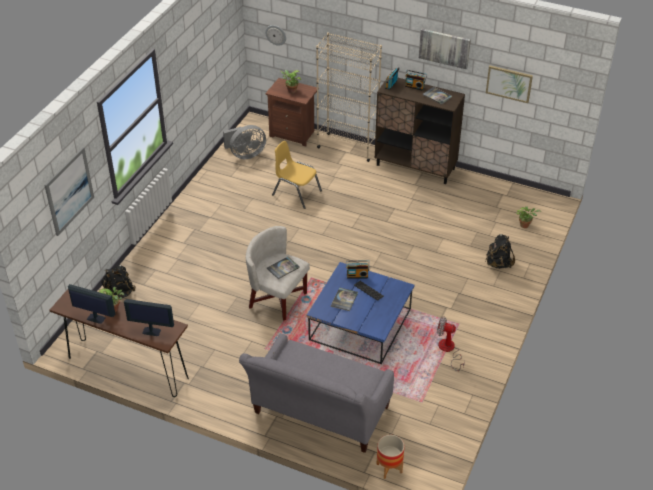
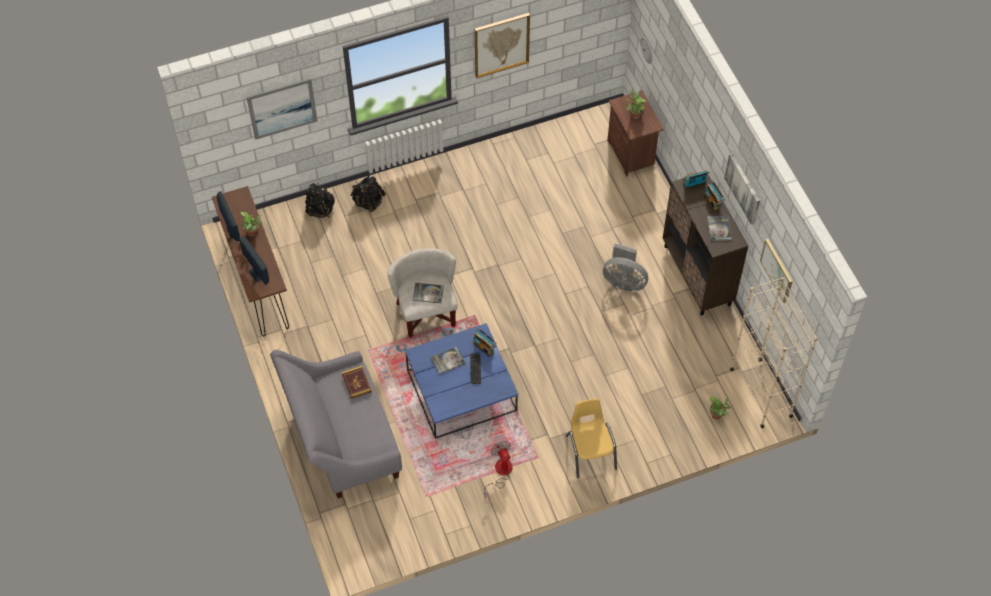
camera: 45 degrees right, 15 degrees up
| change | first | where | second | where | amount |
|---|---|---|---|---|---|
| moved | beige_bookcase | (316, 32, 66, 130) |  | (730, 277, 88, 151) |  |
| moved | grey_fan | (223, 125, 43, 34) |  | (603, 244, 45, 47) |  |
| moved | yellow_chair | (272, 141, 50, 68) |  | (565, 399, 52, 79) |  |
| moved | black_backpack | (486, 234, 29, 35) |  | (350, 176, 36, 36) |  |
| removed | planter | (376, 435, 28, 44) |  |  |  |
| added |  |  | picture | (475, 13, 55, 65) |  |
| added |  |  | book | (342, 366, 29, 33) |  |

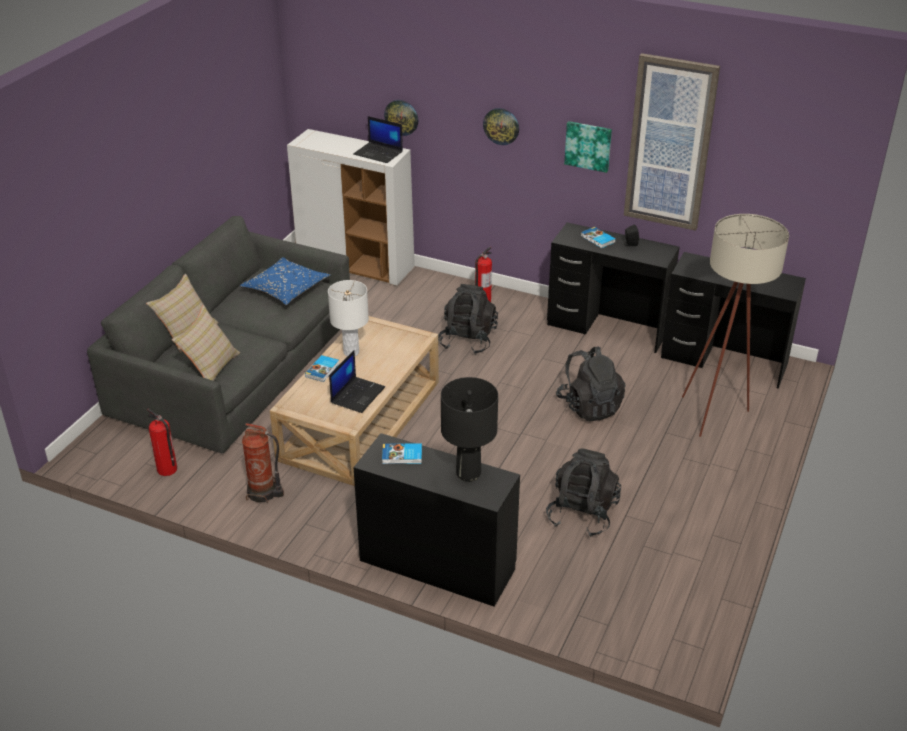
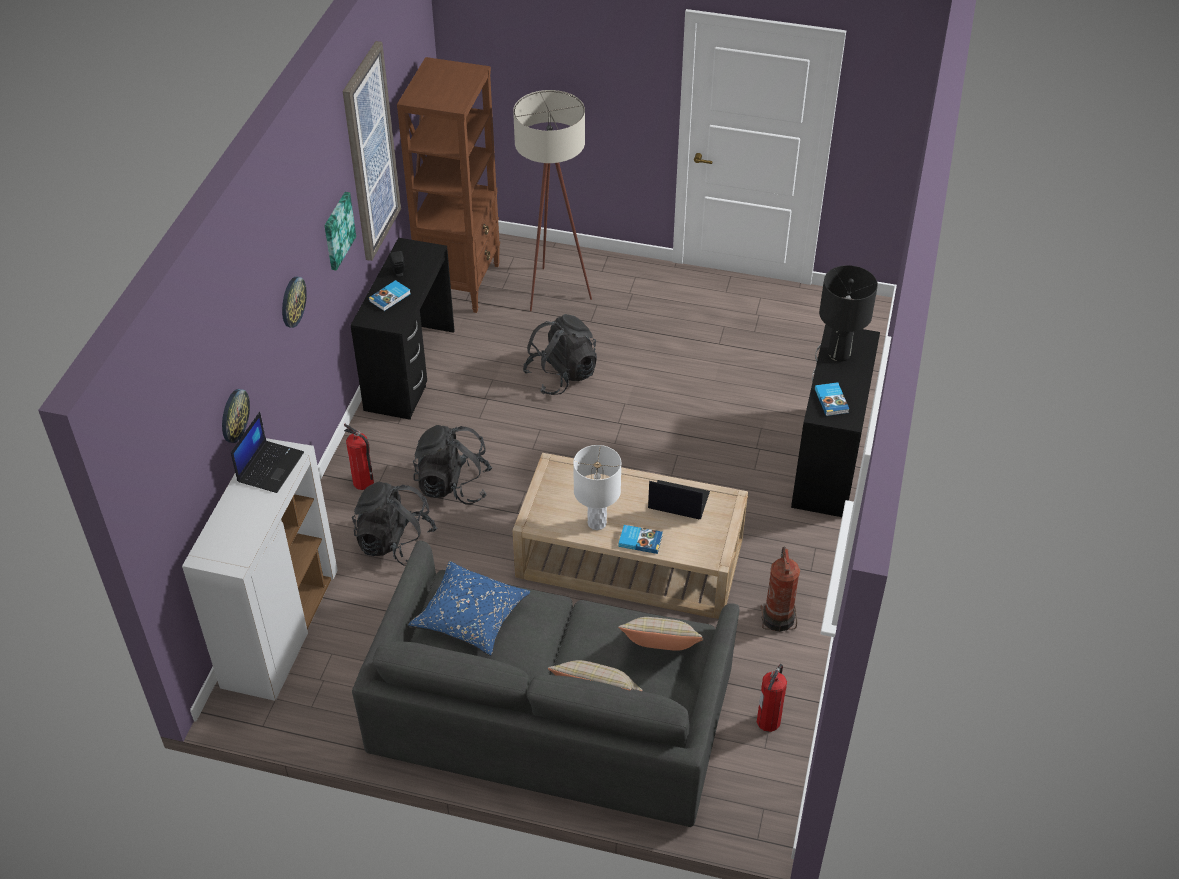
camera: 100 degrees left, 10 degrees up
| change | first | where | second | where | amount |
|---|---|---|---|---|---|
| replaced | black_desk | (661, 252, 145, 137) | brown_bookcase | (397, 57, 103, 256) |  |
| moved | black_backpack | (546, 448, 75, 89) |  | (352, 482, 86, 84) |  |

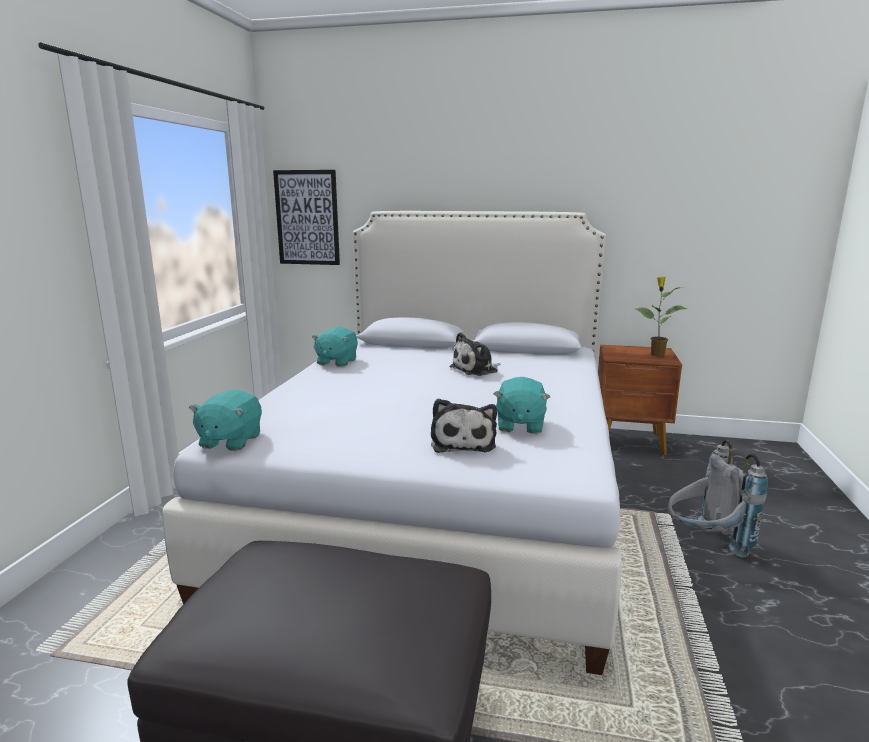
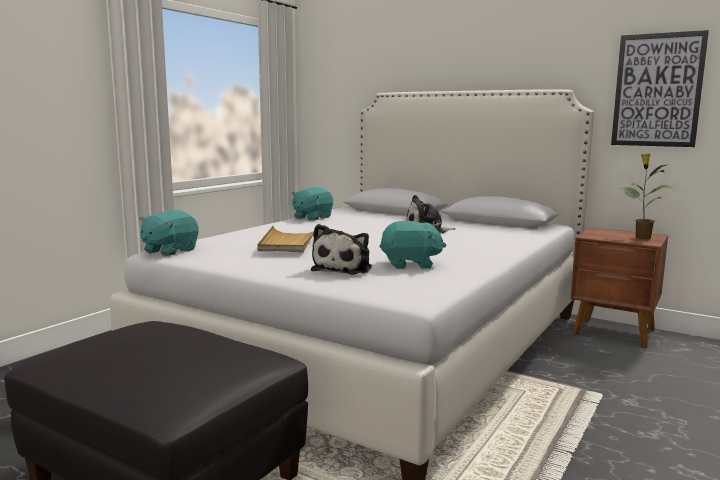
camera: 20 degrees right, 5 degrees down
| change | first | where | second | where | amount |
|---|---|---|---|---|---|
| moved | picture | (273, 170, 67, 95) |  | (611, 30, 98, 117) |  |
| turned | turquoise_plush_toy | (494, 377, 56, 57) |  | (379, 221, 67, 48) | 120 degrees counterclockwise |
| removed | grey_backpack | (668, 439, 100, 118) |  |  |  |
| added |  |  | beige_tray | (258, 226, 56, 26) |  |

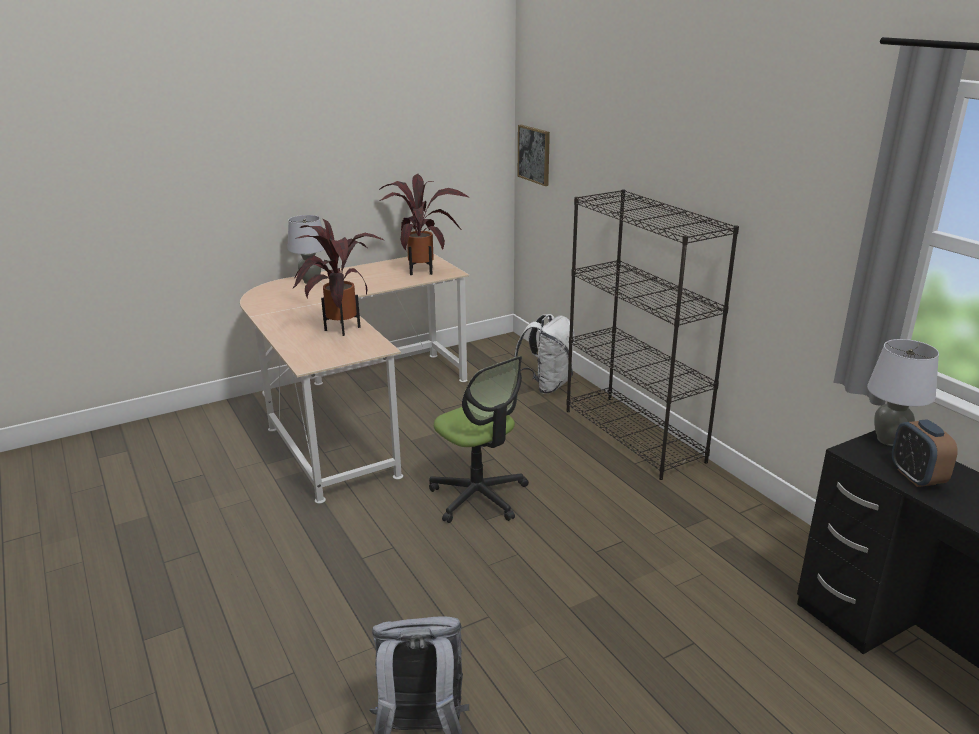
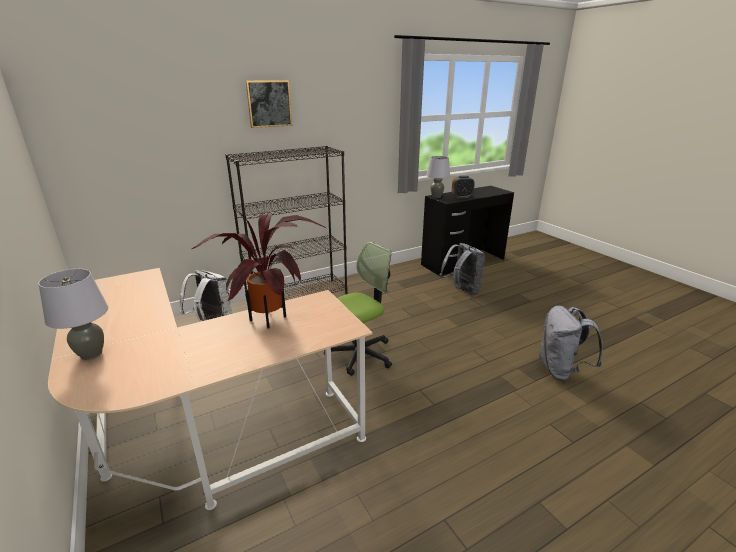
camera: 90 degrees left, 0 degrees up
| change | first | where | second | where | amount |
|---|---|---|---|---|---|
| moved | picture | (518, 124, 32, 62) |  | (246, 80, 46, 48) |  |
| removed | potted_plant | (379, 174, 90, 101) |  |  |  |
| added |  |  | grey_backpack | (440, 243, 45, 52) |  |

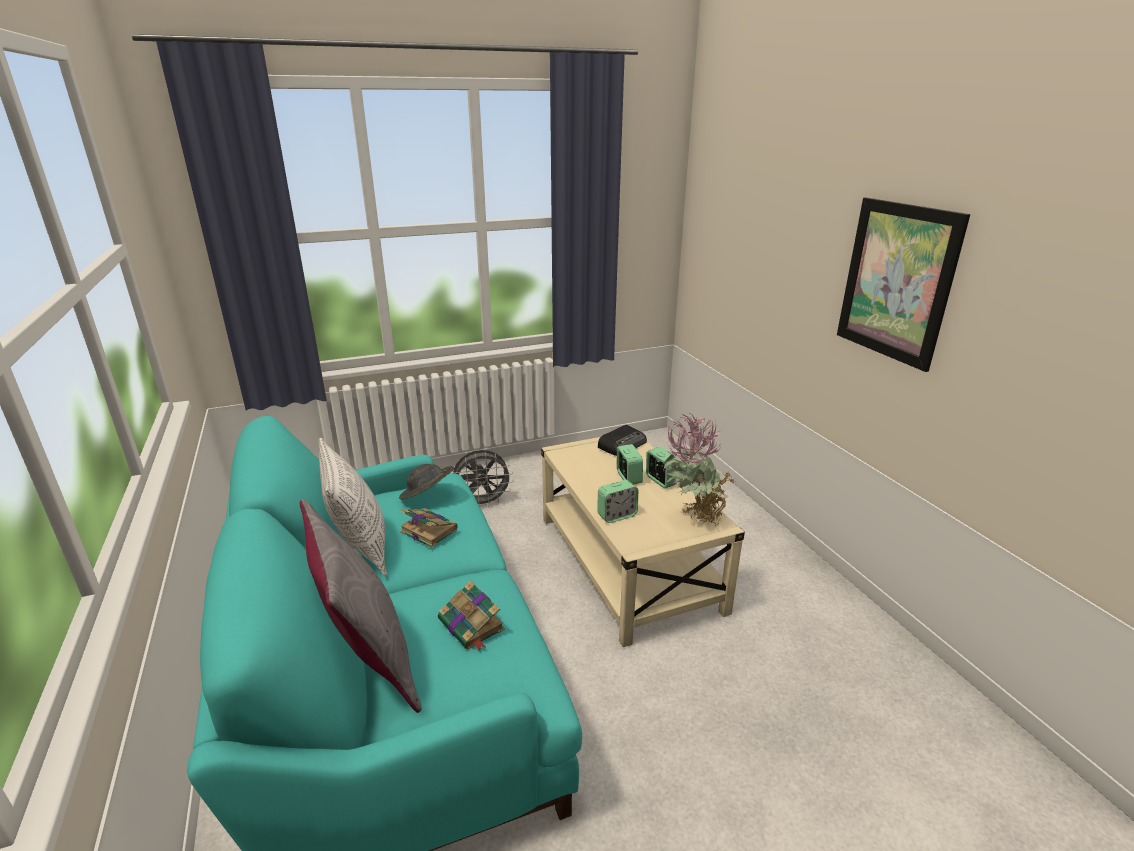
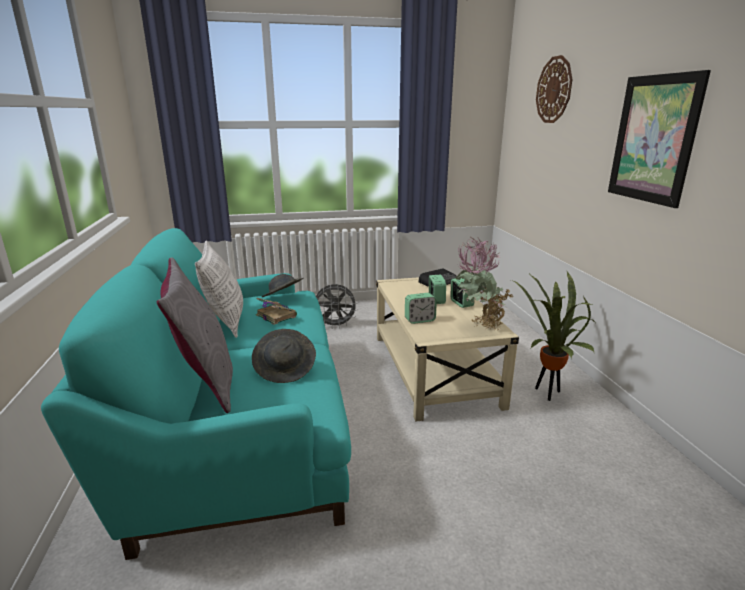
camera: 10 degrees right, 5 degrees down
| change | first | where | second | where | amount |
|---|---|---|---|---|---|
| replaced | book | (438, 580, 67, 71) | grey_hat | (252, 329, 64, 54) |  |
| added |  |  | wall_clock | (536, 55, 37, 68) |  |
| added |  |  | potted_plant | (511, 272, 84, 129) |  |

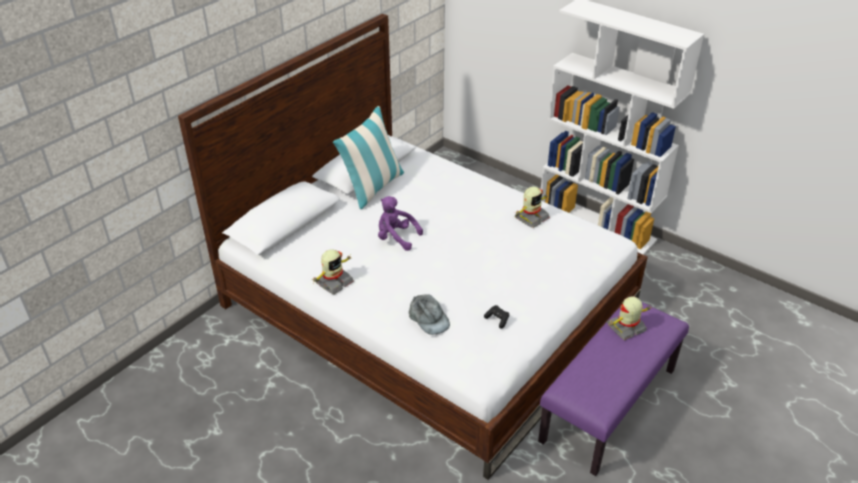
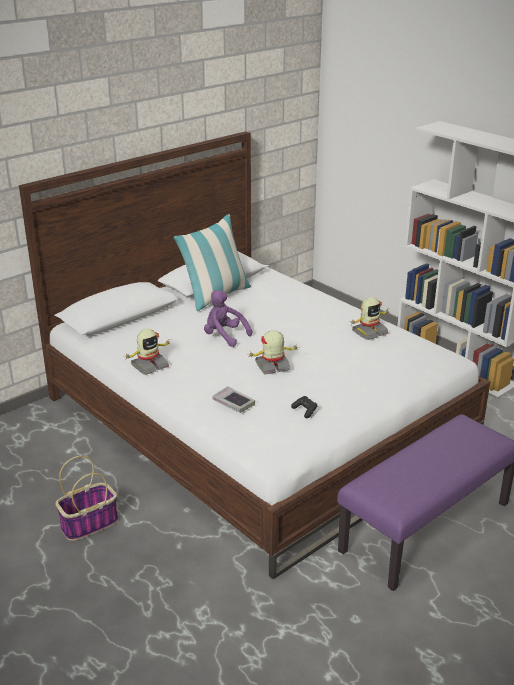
camera: 10 degrees right, 10 degrees down
| change | first | where | second | where | amount |
|---|---|---|---|---|---|
| replaced | grey_cap | (409, 294, 41, 41) | book | (212, 386, 43, 27) |  |
| moved | toy_robot | (607, 297, 45, 44) |  | (248, 330, 52, 45) |  |
| added |  |  | basket | (56, 456, 62, 85) |  |

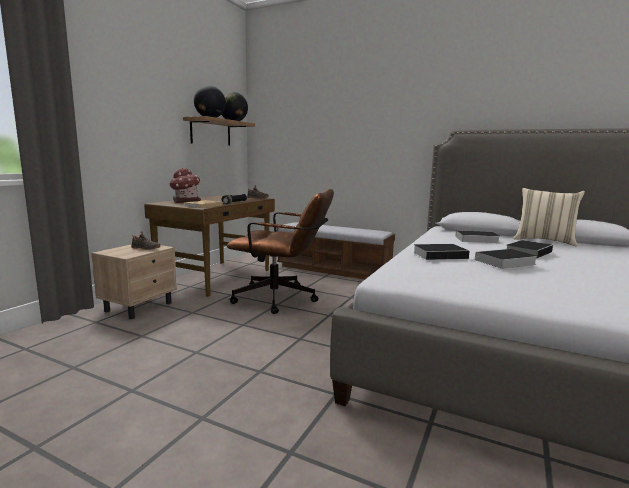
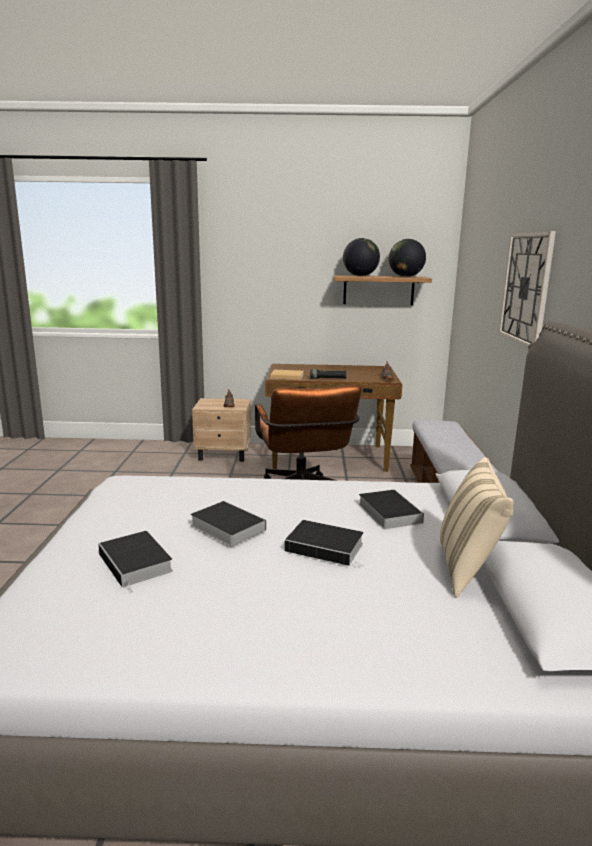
camera: 65 degrees right, 5 degrees up
| change | first | where | second | where | amount |
|---|---|---|---|---|---|
| removed | toy_house | (169, 168, 32, 35) |  |  |  |
| moved | book | (413, 244, 57, 16) |  | (98, 531, 75, 62) |  |
| added |  |  | wall_clock | (499, 231, 57, 116) |  |

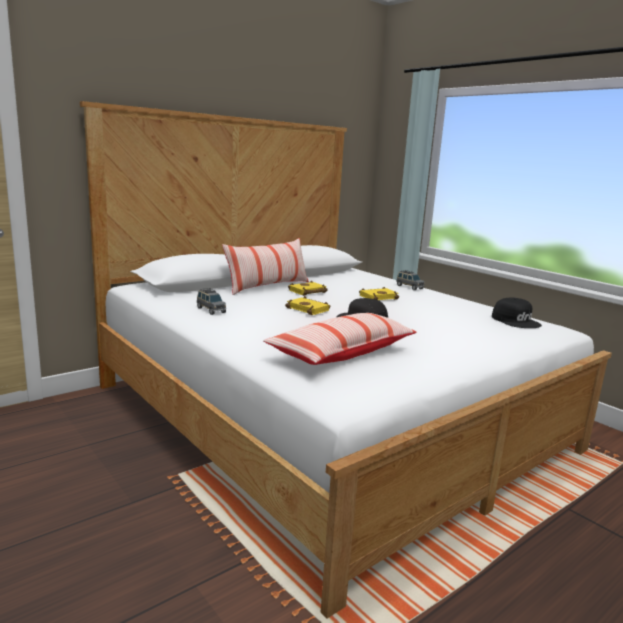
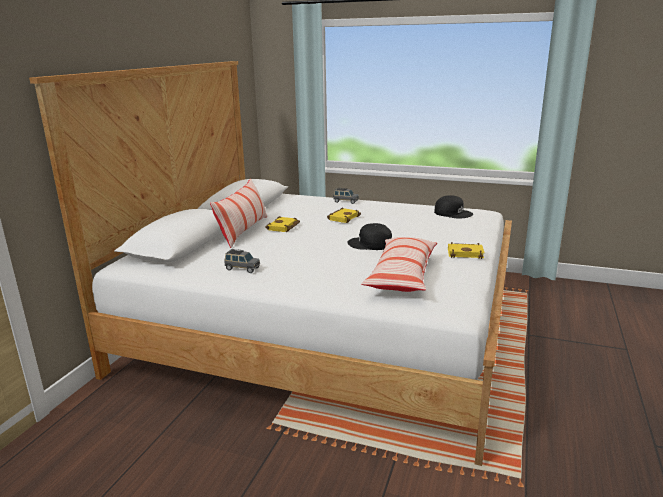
camera: 30 degrees left, 5 degrees up
| change | first | where | second | where | amount |
|---|---|---|---|---|---|
| moved | yellow_book | (285, 296, 46, 19) |  | (448, 242, 37, 17) |  |

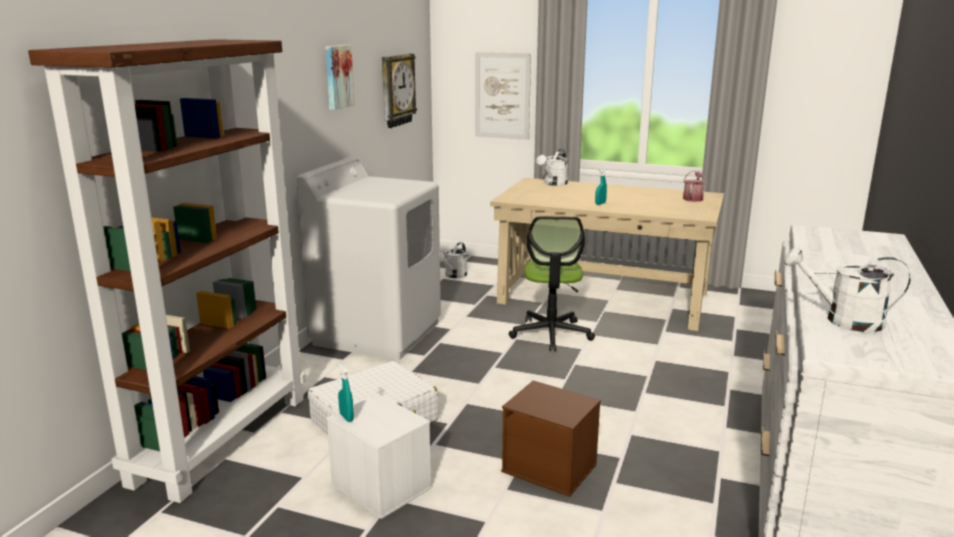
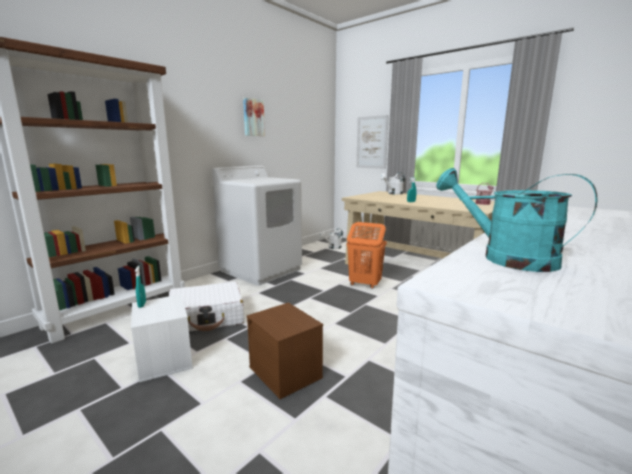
camera: 20 degrees right, 5 degrees down
| change | first | where | second | where | amount |
|---|---|---|---|---|---|
| removed | wall_clock | (382, 54, 35, 74) |  |  |  |
| replaced | office_chair | (509, 216, 86, 135) | orange_laundry_basket | (347, 222, 40, 67) |  |
| recoloured | white_watering_can | (784, 247, 127, 85) | turquoise_watering_can | (436, 168, 162, 104) |  |

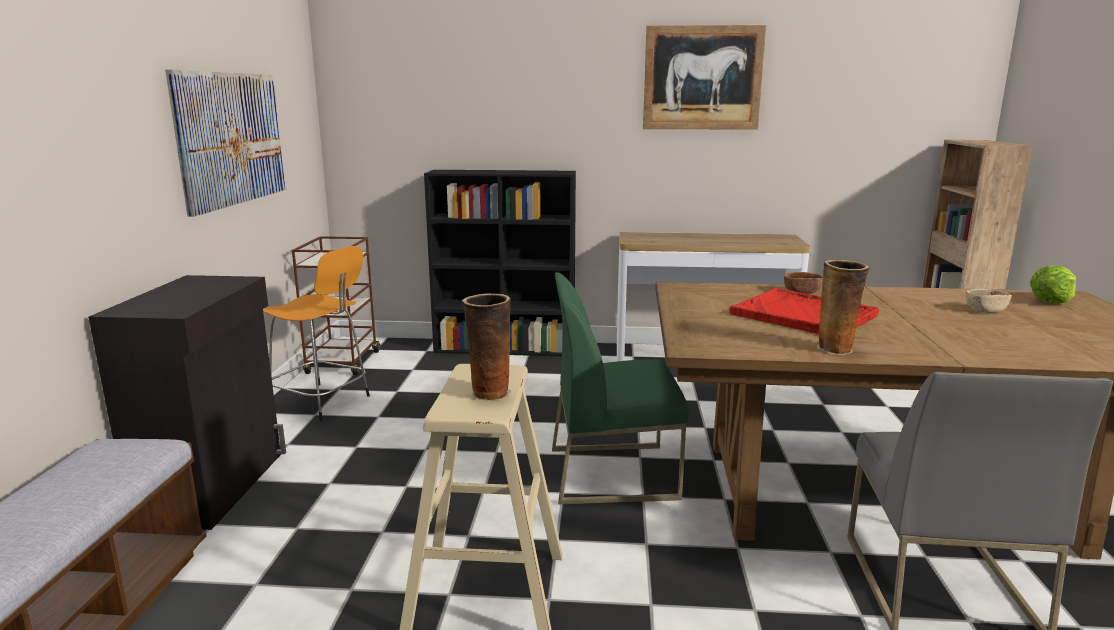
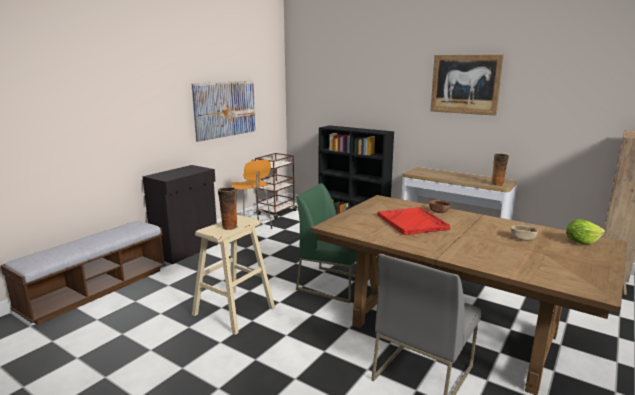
camera: 30 degrees right, 0 degrees up
| change | first | where | second | where | amount |
|---|---|---|---|---|---|
| moved | vase | (816, 260, 54, 95) |  | (491, 153, 18, 33) |  |

